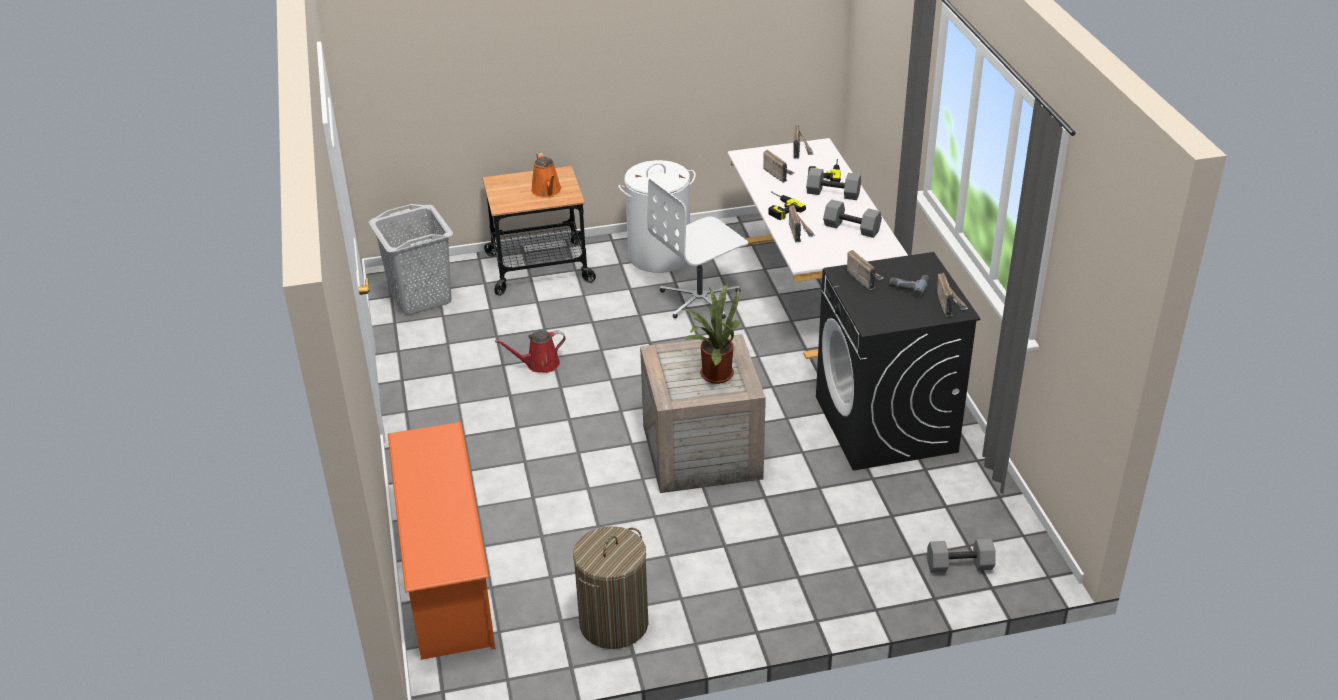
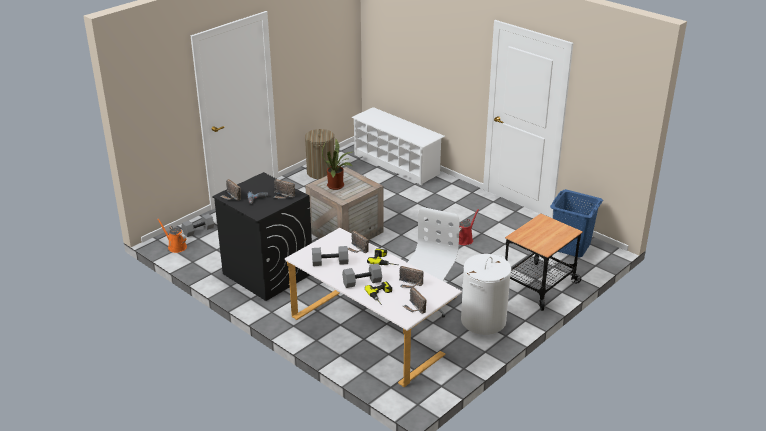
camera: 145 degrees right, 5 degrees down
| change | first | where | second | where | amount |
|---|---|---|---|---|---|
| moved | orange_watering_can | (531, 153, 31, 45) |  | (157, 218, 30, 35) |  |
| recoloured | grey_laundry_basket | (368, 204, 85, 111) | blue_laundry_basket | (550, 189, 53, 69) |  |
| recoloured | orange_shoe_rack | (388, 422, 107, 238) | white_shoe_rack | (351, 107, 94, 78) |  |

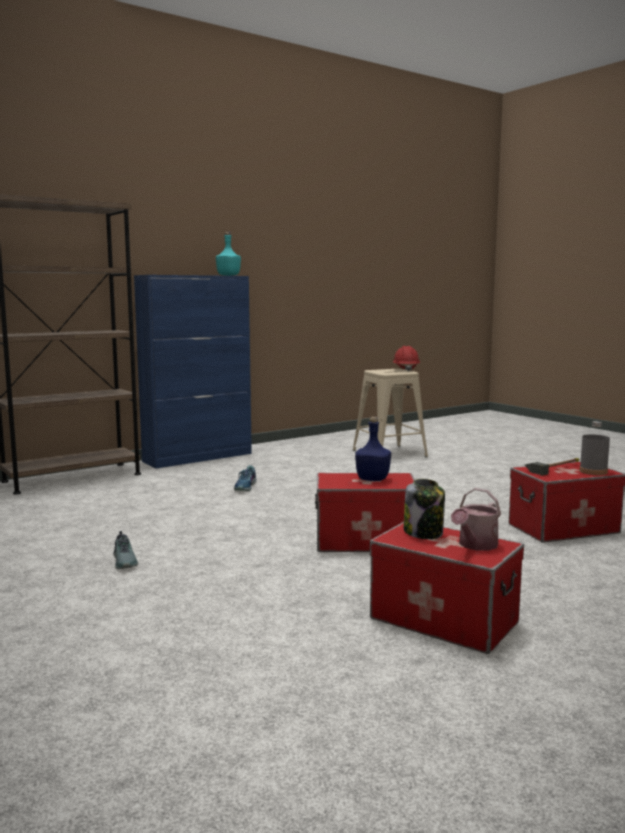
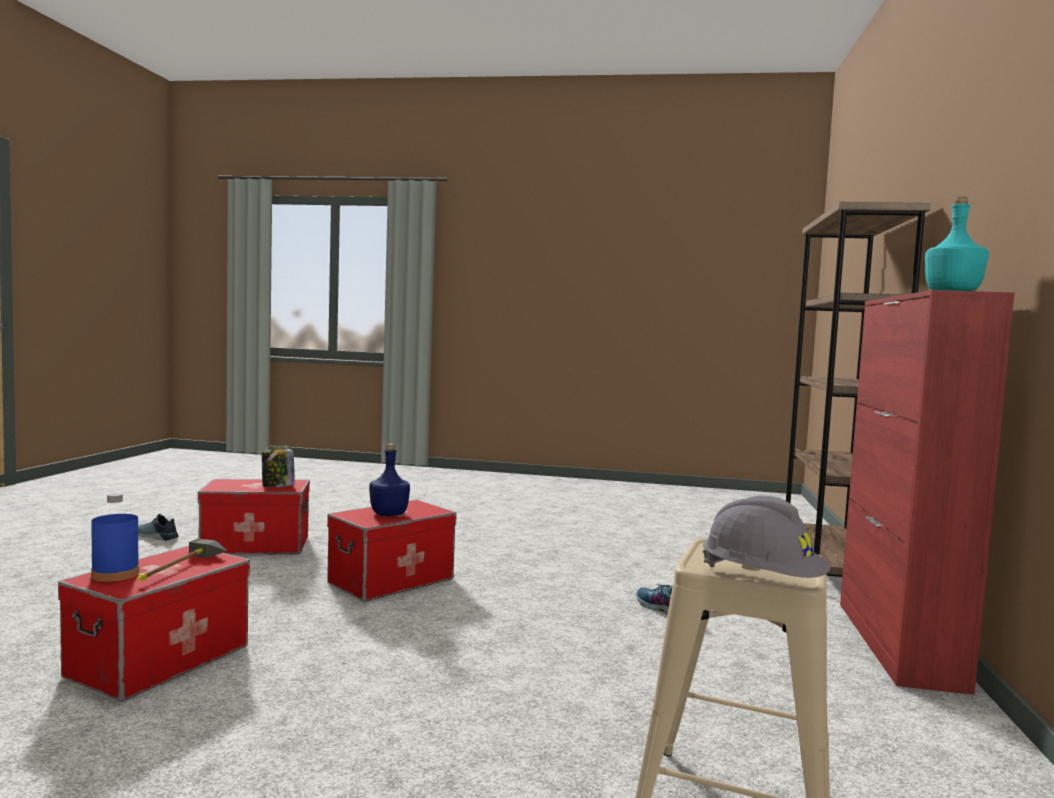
camera: 135 degrees right, 5 degrees down
| change | first | where | second | where | amount |
|---|---|---|---|---|---|
| recoloured | blue_cabinet | (134, 275, 118, 193) | red_cabinet | (840, 290, 175, 405) |  |
| recoloured | red_hard_hat | (393, 346, 27, 26) | grey_hard_hat | (703, 495, 127, 83) |  |
| recoloured | grey_bottle | (579, 421, 31, 54) | blue_bottle | (91, 493, 48, 89) |  |
| removed | watering_can | (451, 488, 50, 63) |  |  |  |
| moved | shoe | (113, 531, 25, 38) |  | (138, 514, 41, 27) |  |

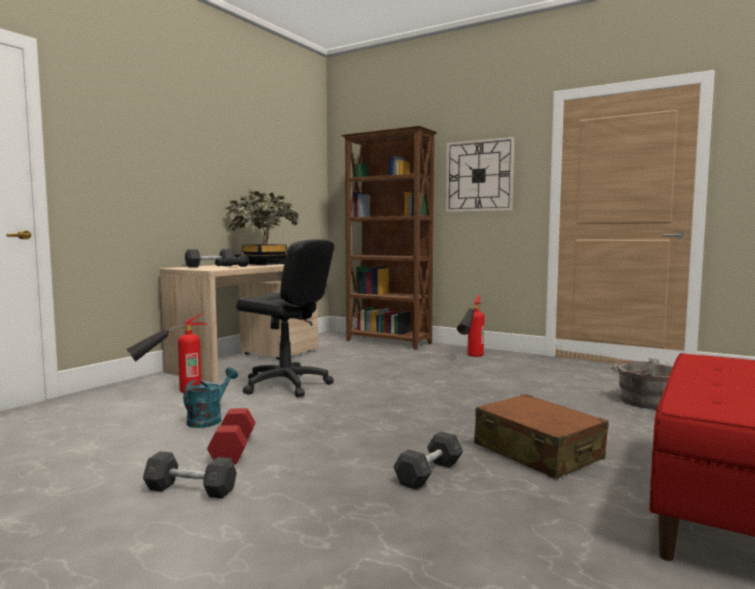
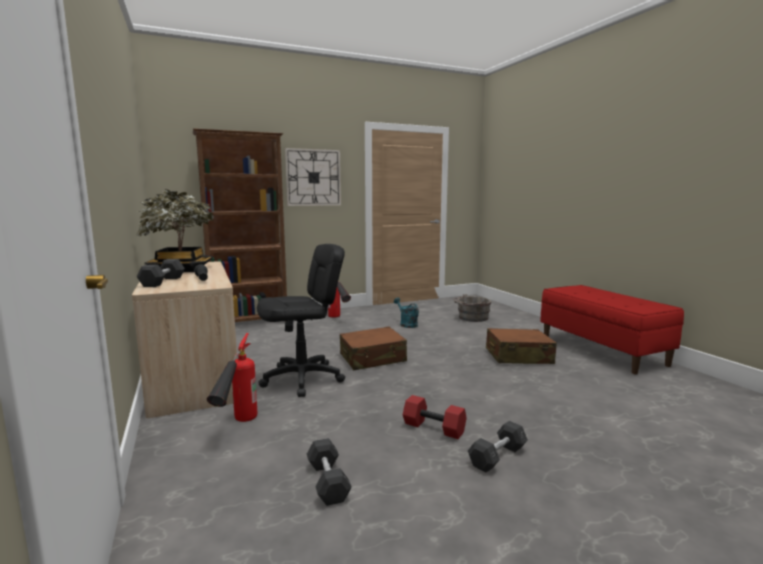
camera: 55 degrees left, 5 degrees up
| change | first | where | second | where | amount |
|---|---|---|---|---|---|
| moved | turquoise_watering_can | (183, 367, 55, 61) |  | (394, 298, 25, 30) |  |
| moved | grey_dumbbell | (393, 431, 70, 59) |  | (307, 438, 45, 68) |  |
| added |  |  | brown_suitcase | (340, 327, 67, 43) |  |

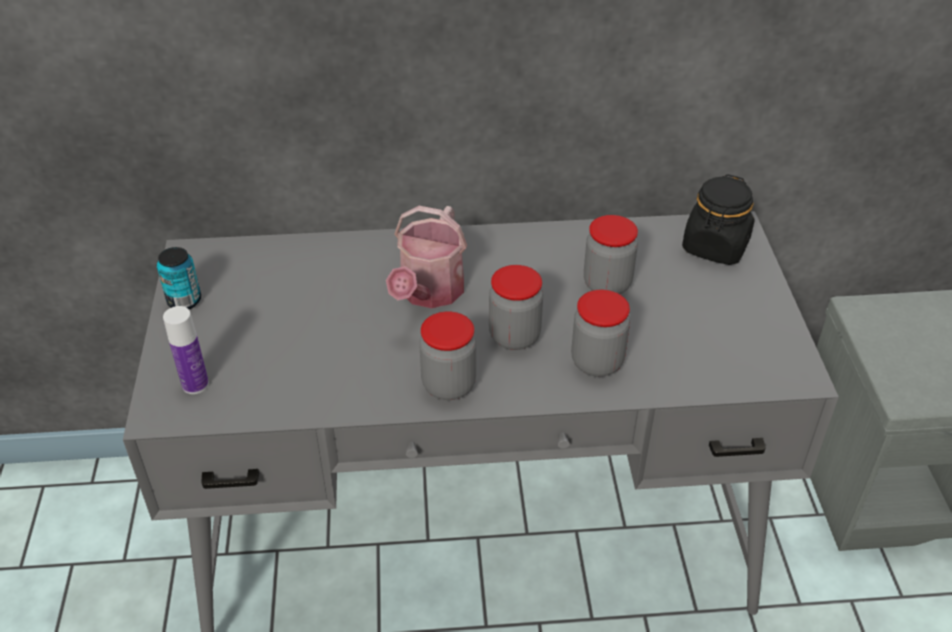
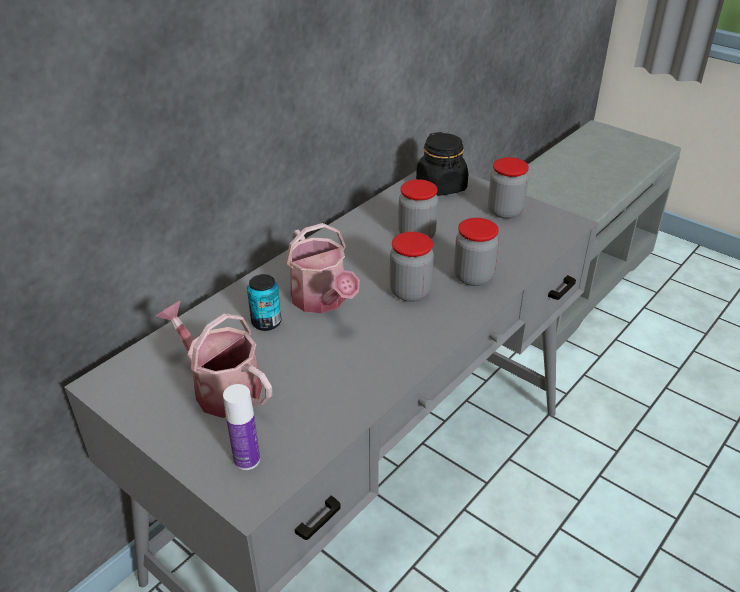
camera: 45 degrees left, 5 degrees down
| change | first | where | second | where | amount |
|---|---|---|---|---|---|
| moved | can | (157, 247, 44, 62) |  | (247, 274, 35, 57) |  |
| moved | jar | (419, 311, 57, 89) |  | (488, 157, 41, 62) |  |
| added |  |  | watering_can | (155, 301, 117, 117) |  |

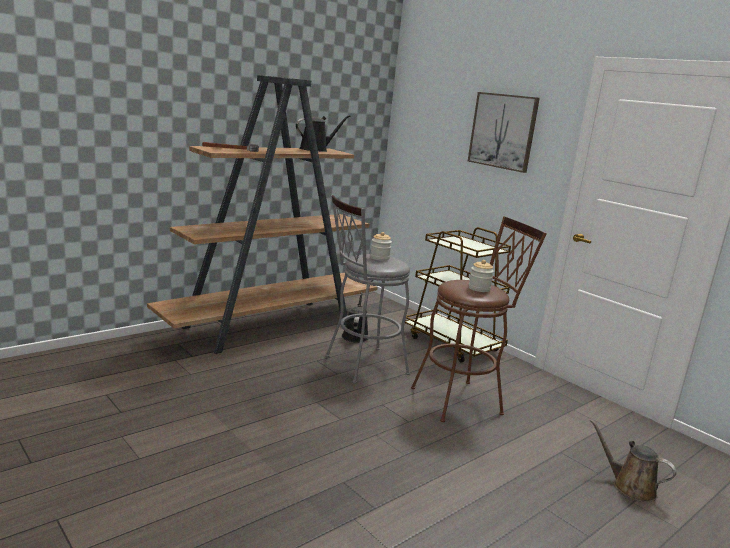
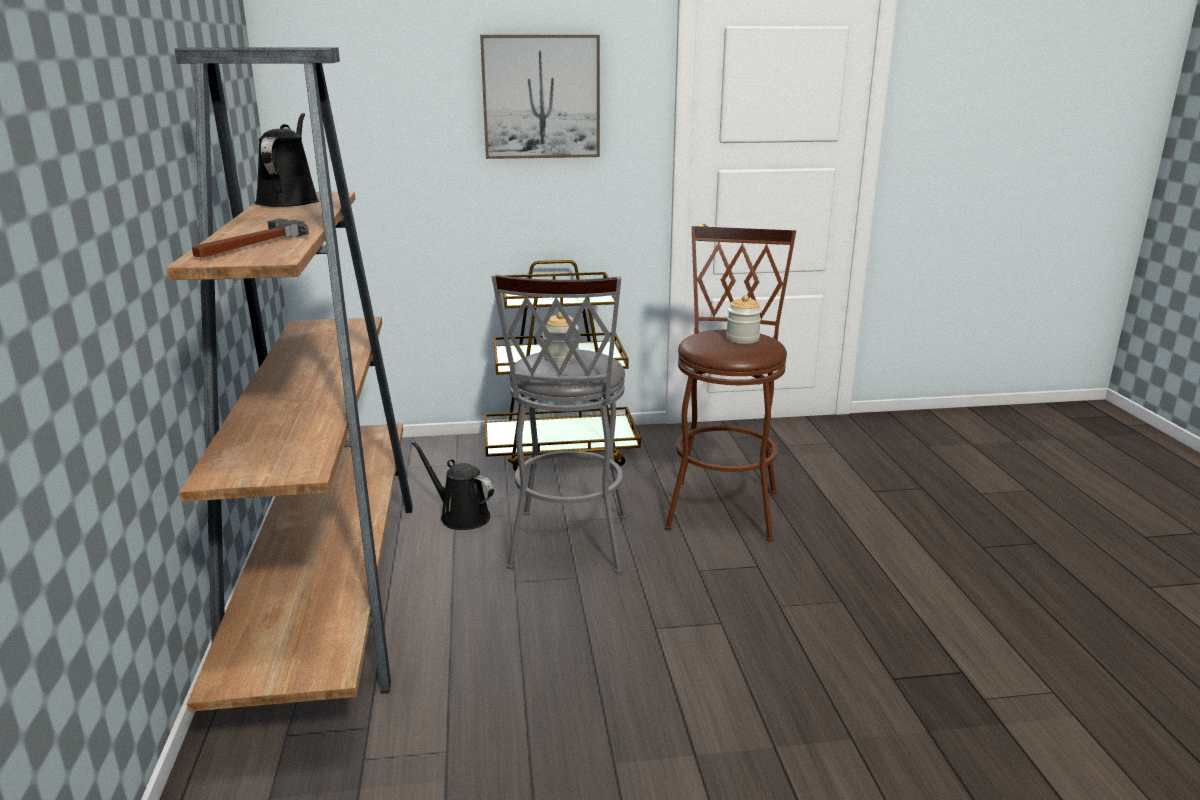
camera: 55 degrees left, 5 degrees up
| change | first | where | second | where | amount |
|---|---|---|---|---|---|
| removed | brown_watering_can | (590, 419, 87, 83) |  |  |  |

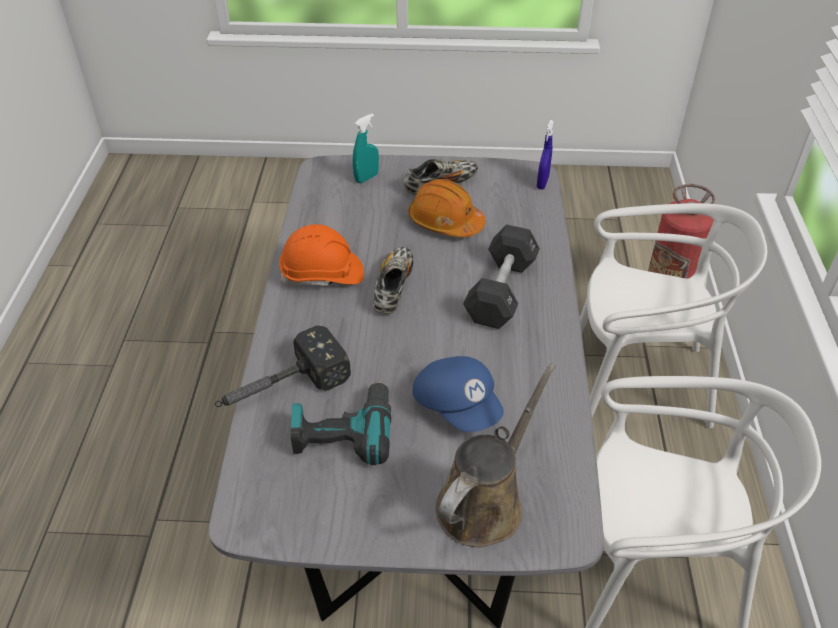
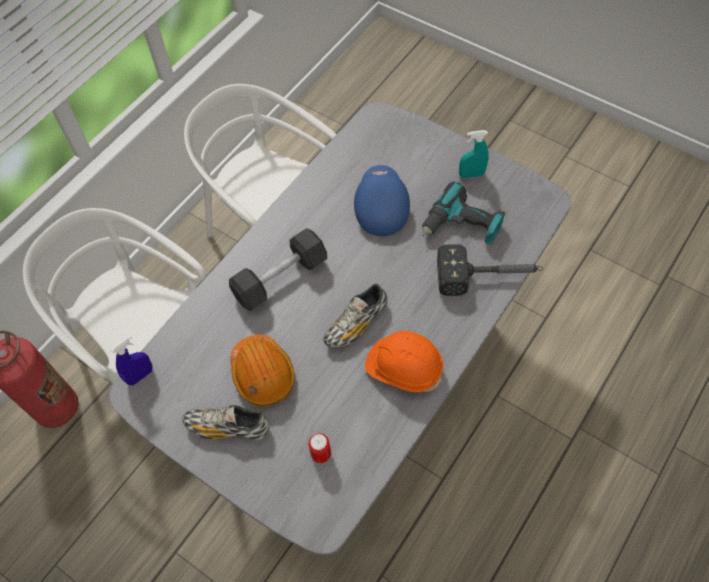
camera: 145 degrees left, 15 degrees up
| change | first | where | second | where | amount |
|---|---|---|---|---|---|
| moved | turquoise_spray_bottle | (353, 113, 26, 70) |  | (459, 130, 30, 48) |  |
| removed | brown_watering_can | (436, 363, 120, 184) |  |  |  |
| added |  |  | can | (308, 433, 23, 30) |  |

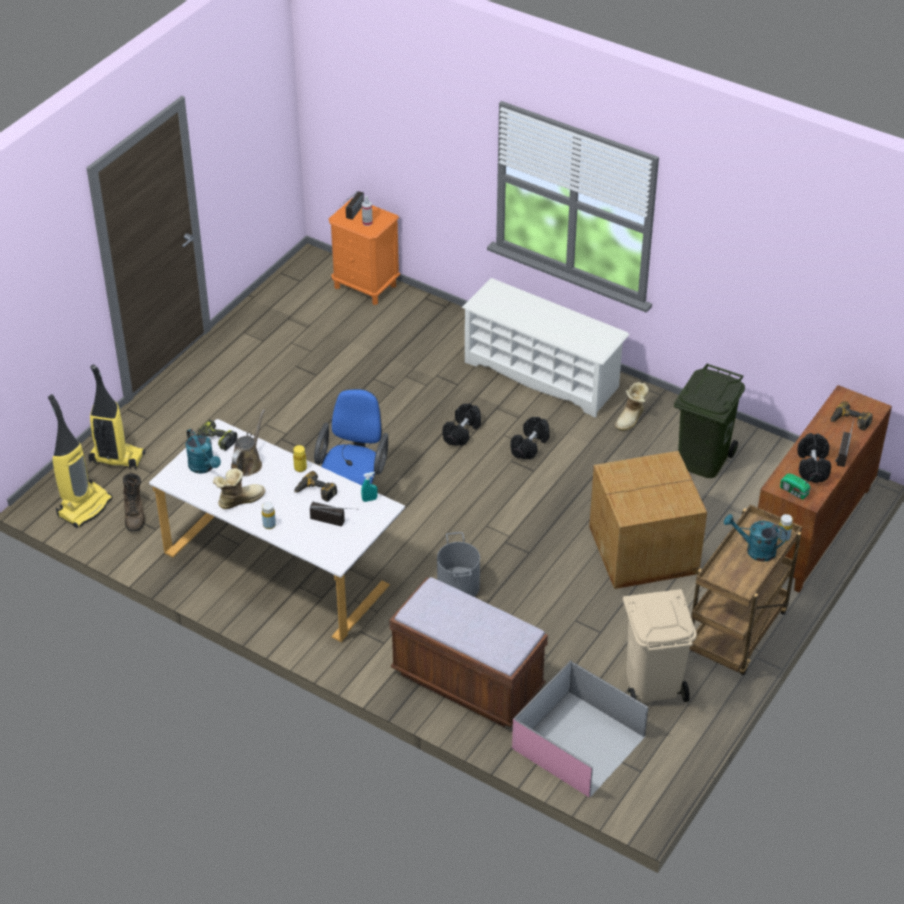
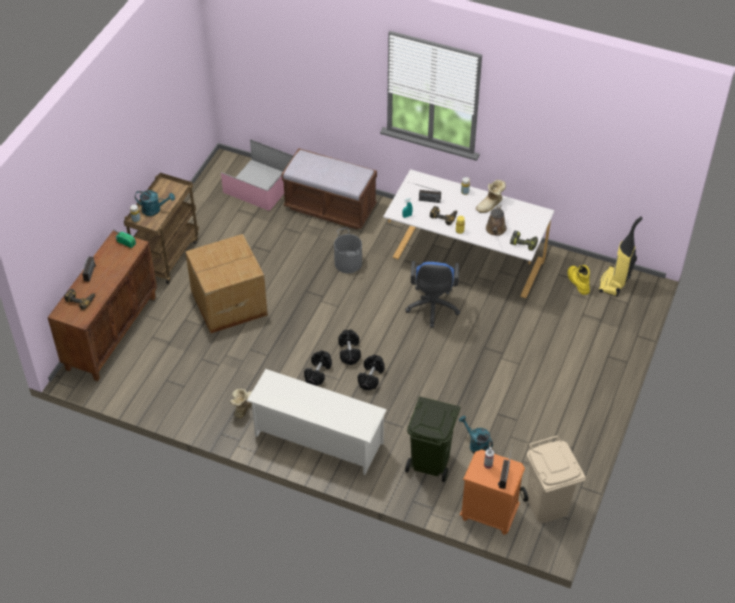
camera: 170 degrees right, 5 degrees up
| change | first | where | second | where | amount |
|---|---|---|---|---|---|
| moved | green_trash_can | (674, 364, 71, 114) |  | (405, 396, 55, 86) |  |
| removed | vacuum_cleaner | (88, 365, 57, 105) |  |  |  |
| moved | turquoise_watering_can | (185, 429, 36, 45) |  | (459, 416, 34, 37) |  |
| moved | black_dumbbell | (797, 433, 34, 50) |  | (338, 329, 23, 36) |  |
| recoloured | brown_boot | (123, 473, 22, 58) | yellow_boot | (567, 265, 23, 30) |  |
| moved | beige_trash_can | (622, 589, 75, 113) |  | (520, 435, 66, 88) |  |

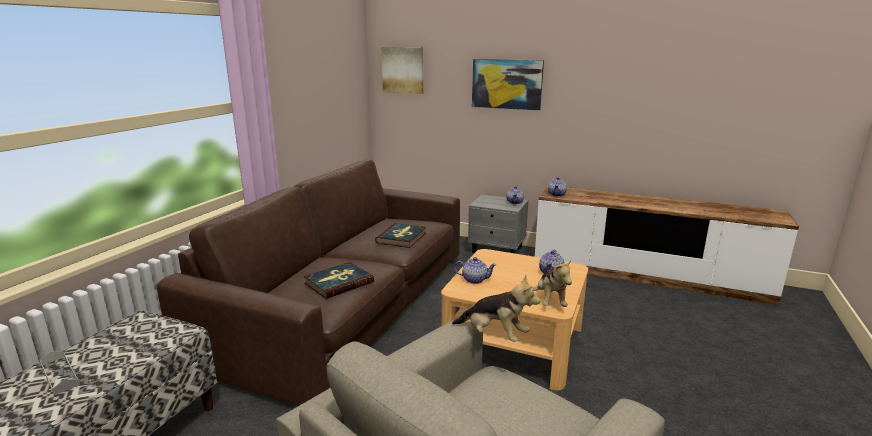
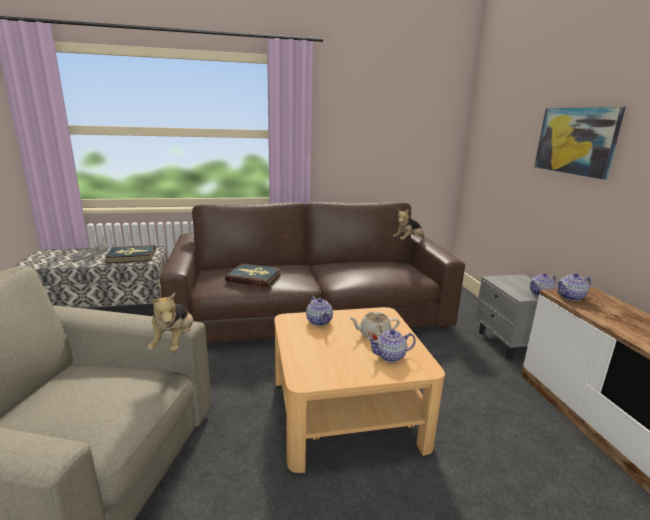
camera: 55 degrees right, 0 degrees up
| change | first | where | second | where | amount |
|---|---|---|---|---|---|
| removed | picture | (381, 47, 42, 47) |  |  |  |
| moved | book | (375, 223, 51, 25) |  | (105, 245, 51, 18) |  |
| moved | plush_toy | (533, 260, 39, 47) |  | (393, 209, 31, 31) |  |
| added |  |  | beige_teapot | (349, 312, 51, 29) |  |

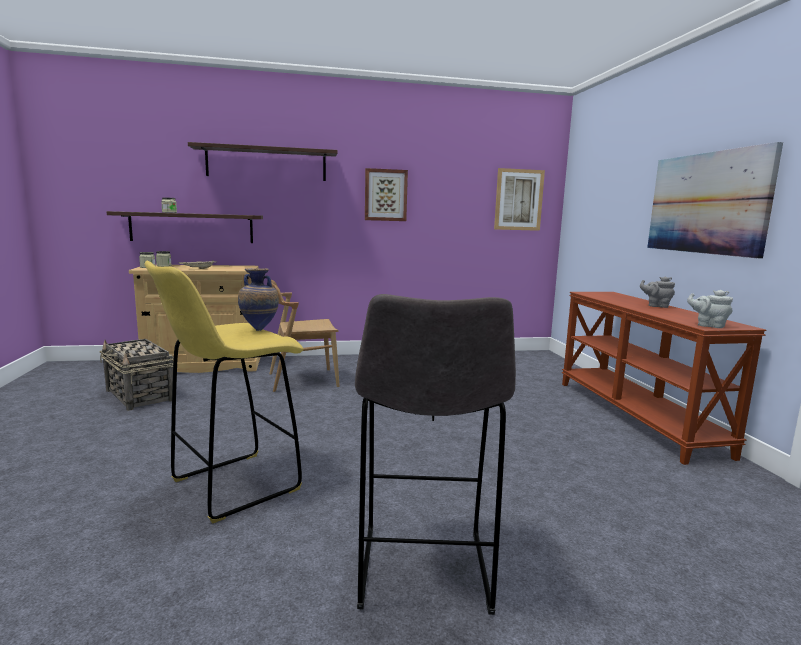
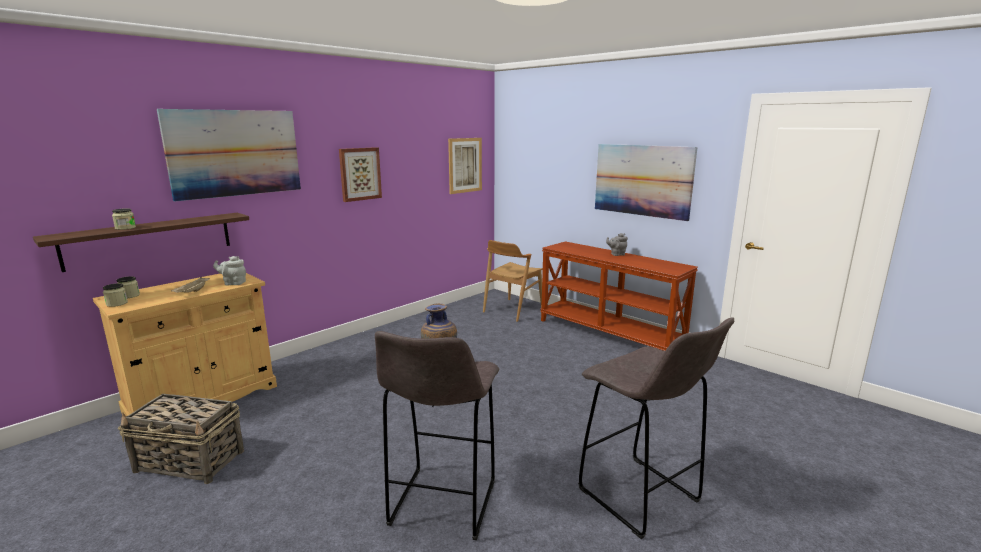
camera: 35 degrees left, 5 degrees up
| change | first | where | second | where | amount |
|---|---|---|---|---|---|
| replaced | shelf | (188, 142, 150, 39) | picture | (157, 109, 144, 92) |  |
| recoloured | yellow_stool | (144, 261, 160, 262) | grey_stool | (375, 331, 124, 209) |  |
| moved | brown_chair | (269, 280, 70, 112) |  | (483, 240, 60, 82) |  |
| moved | grey_teapot | (687, 290, 46, 38) |  | (213, 256, 33, 30) |  |

